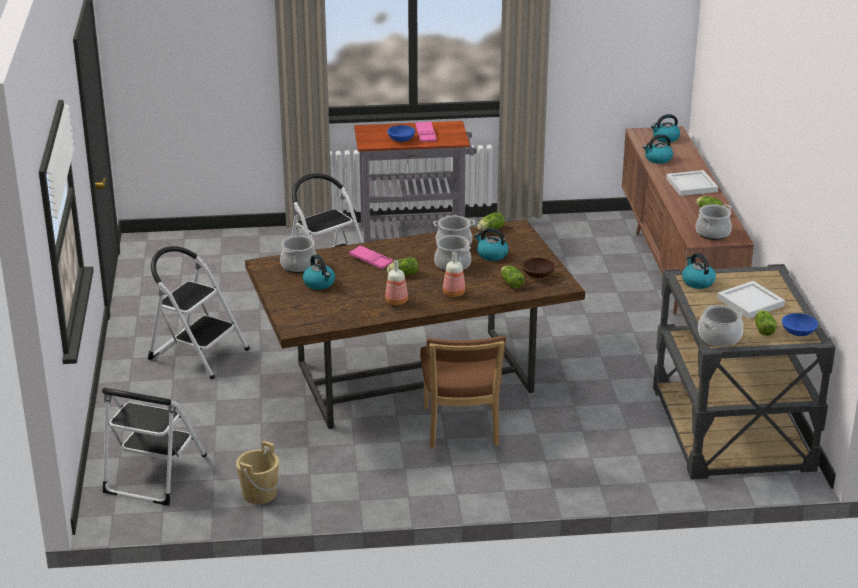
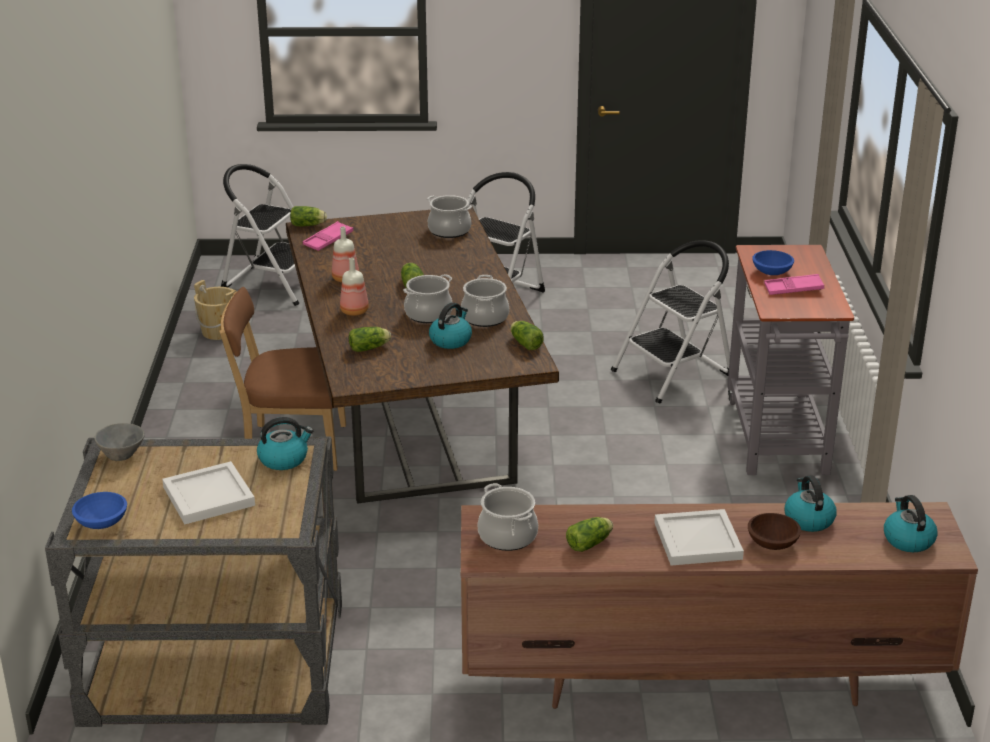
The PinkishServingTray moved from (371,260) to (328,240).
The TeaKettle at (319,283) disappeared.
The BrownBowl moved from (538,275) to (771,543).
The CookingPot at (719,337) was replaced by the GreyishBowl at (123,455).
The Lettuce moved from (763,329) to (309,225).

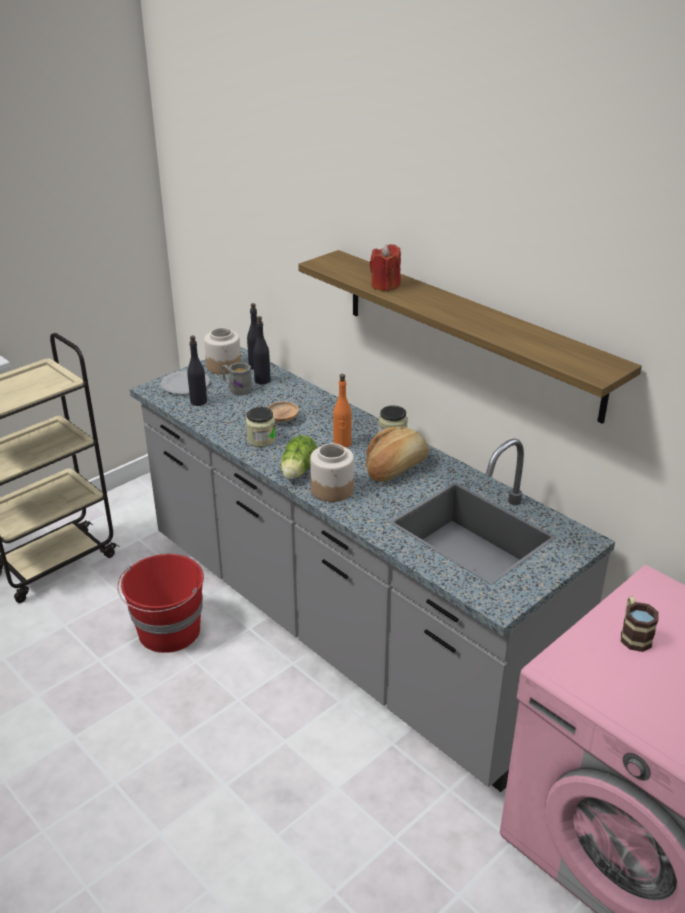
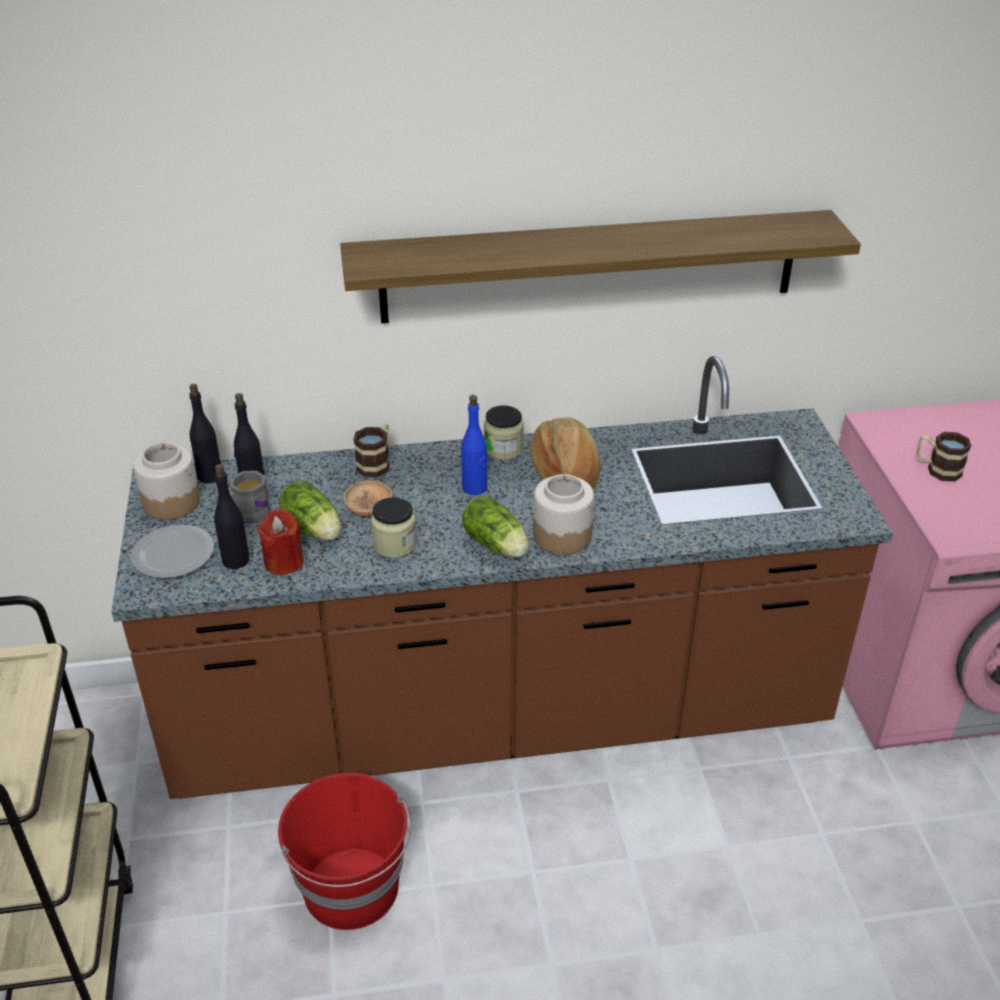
The ReddishCandle moved from (385,285) to (284,562).
The GreyishKitchenCounter at (342,628) became the BrownKitchenCounter at (500,718).
The OrangeDrinkBottle at (342,443) became the BluishDrinkBottle at (475,488).
The Mug at (377,463) appeared.
The Lettuce at (314,530) appeared.

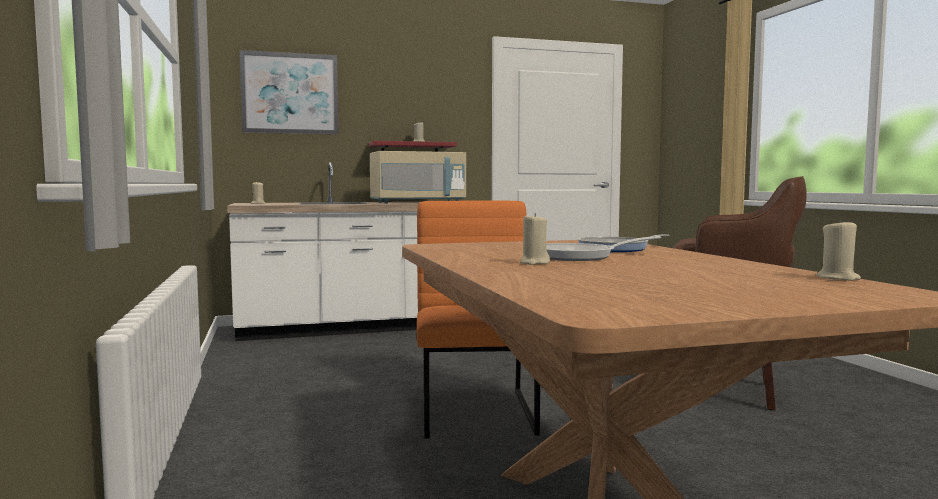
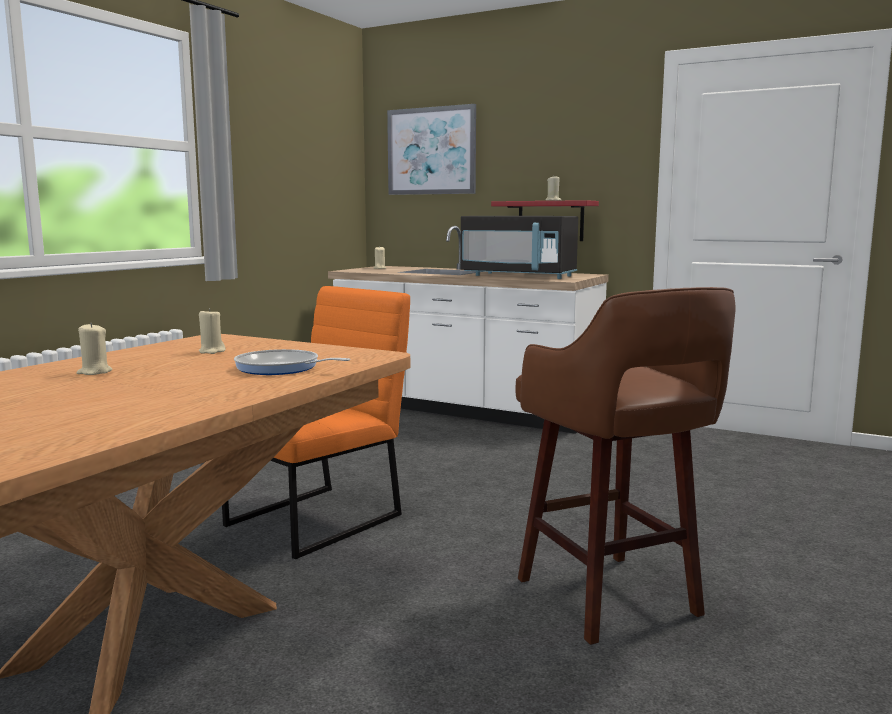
The SandColouredMicrowave at (418,202) became the BlackColouredMicrowave at (519,276).
The SandColouredCandle moved from (838,278) to (212,351).
The FryingPan at (581,257) disappeared.

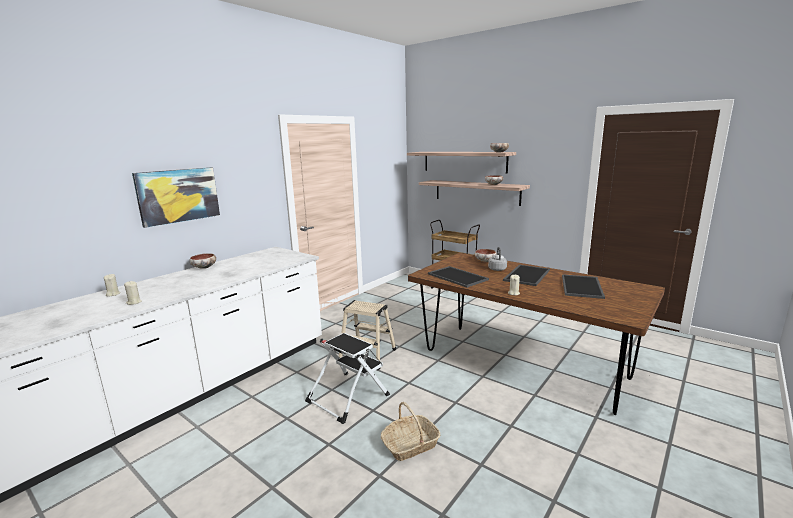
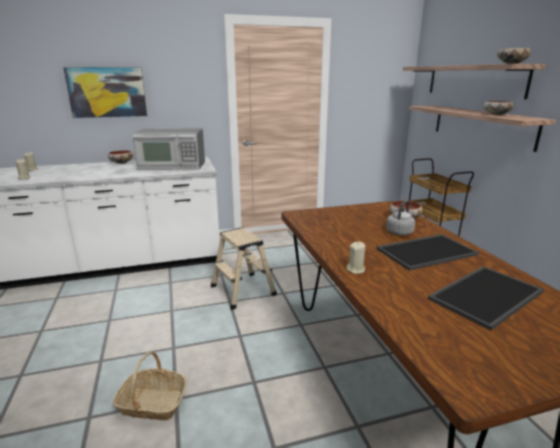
The ServingTray at (458,277) disappeared.
The Stepladder at (348,396) disappeared.
The Microwave at (172,166) appeared.

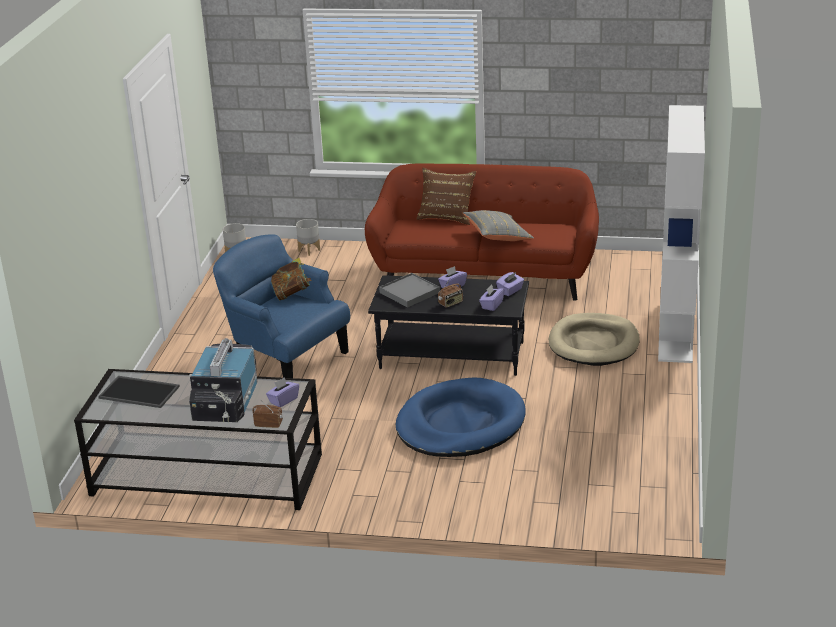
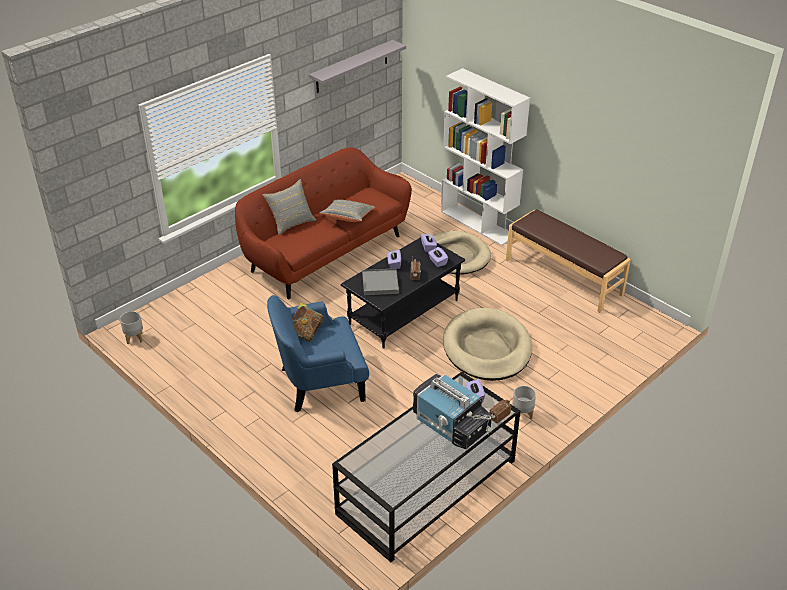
The BrownCushion at (446,216) became the GreyishCushion at (291,222).
The GreyishPlantPot moved from (309,250) to (522,414).
The ServingTray at (140,392) disappeared.
The BluishDogBed at (460,424) became the SandColouredDogBed at (487,348).
The GreyishShelf at (352,67) appeared.
The BrownBench at (564,276) appeared.

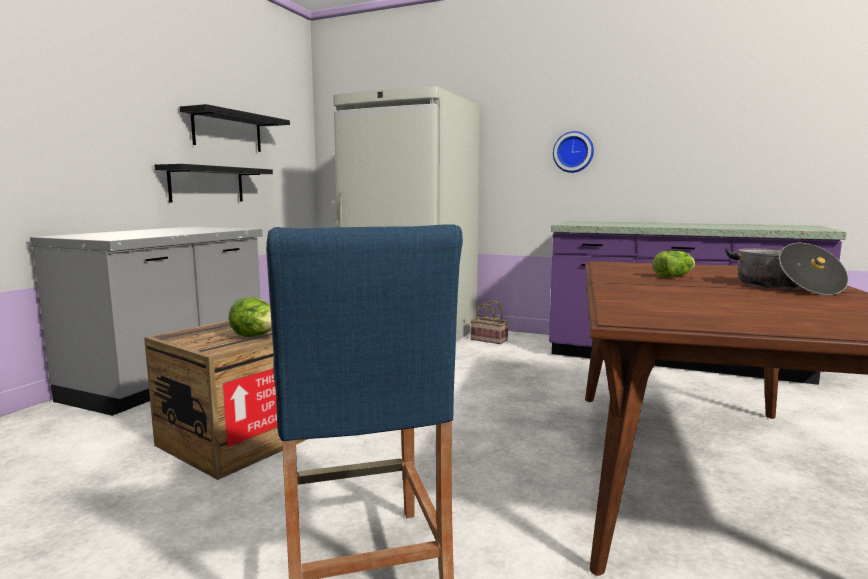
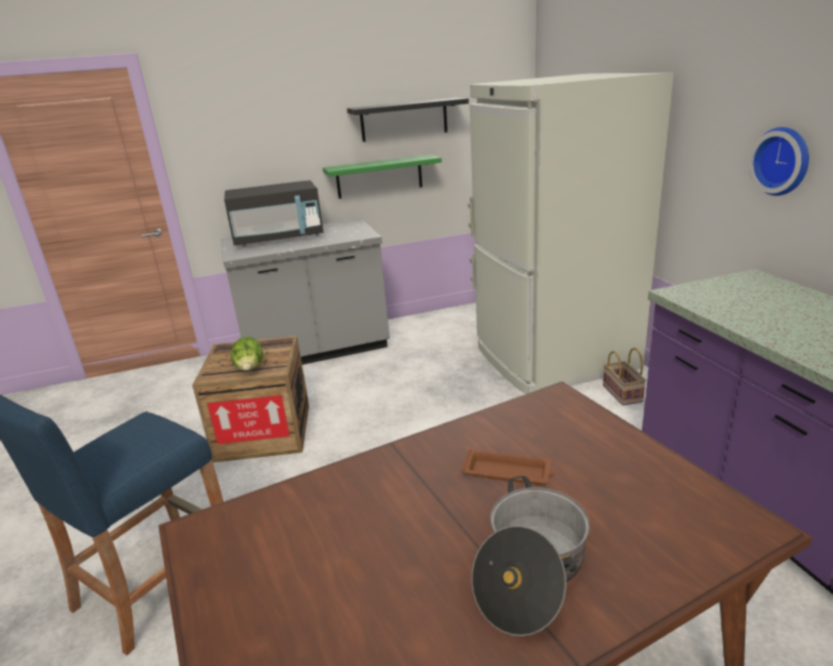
The BlackColouredShelf at (207,184) became the GreenColouredShelf at (379,176).
The Lettuce at (675,276) was replaced by the BrownServingTray at (508,472).
The BlackColouredMicrowave at (279,238) appeared.

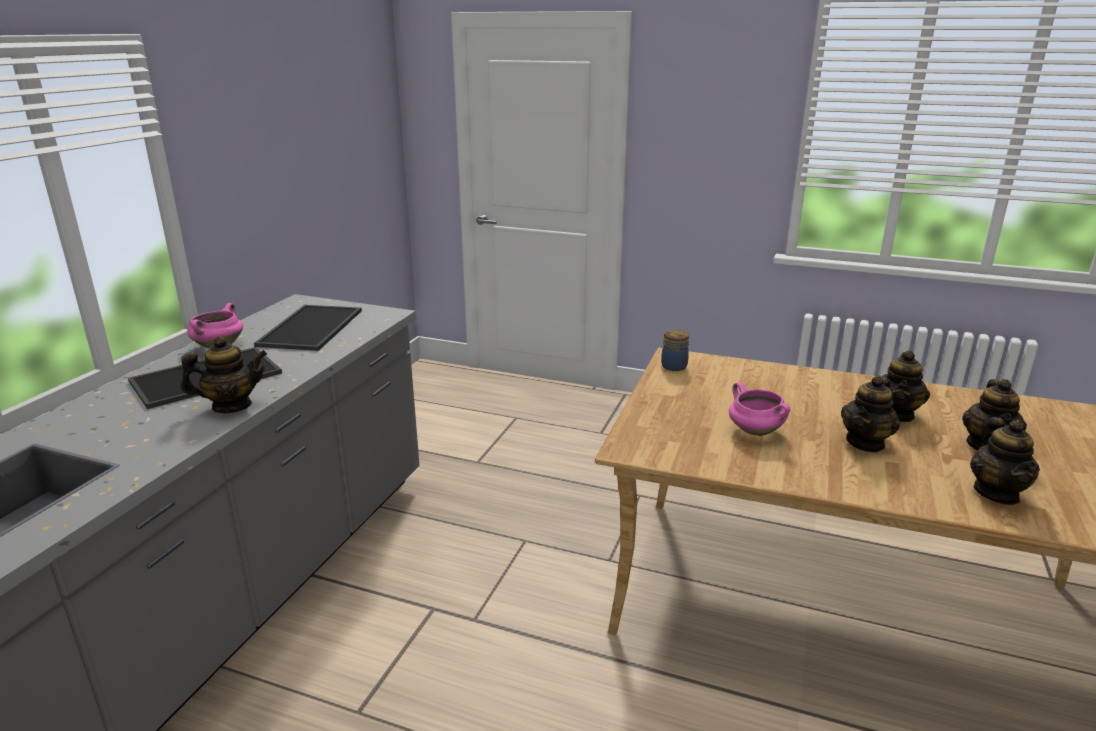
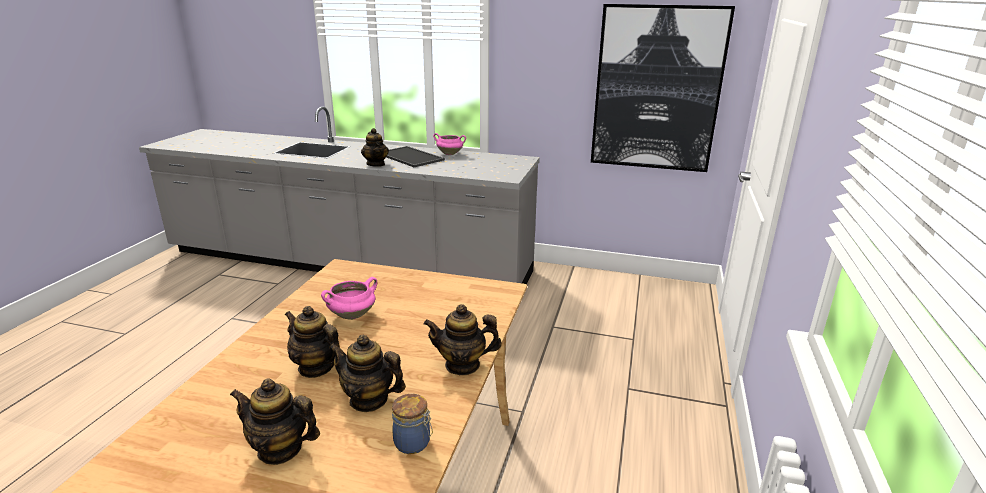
The ServingTray at (312,328) disappeared.
The PreserveJar moved from (674,366) to (413,443).
The PotForTea moved from (997,493) to (462,365).
The Picture at (657,89) appeared.

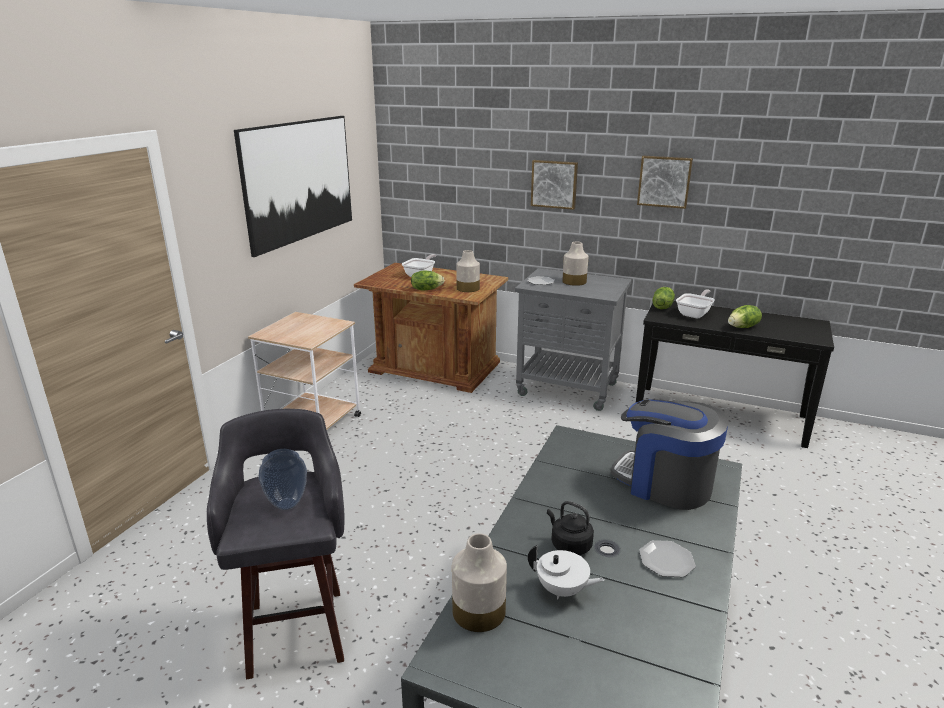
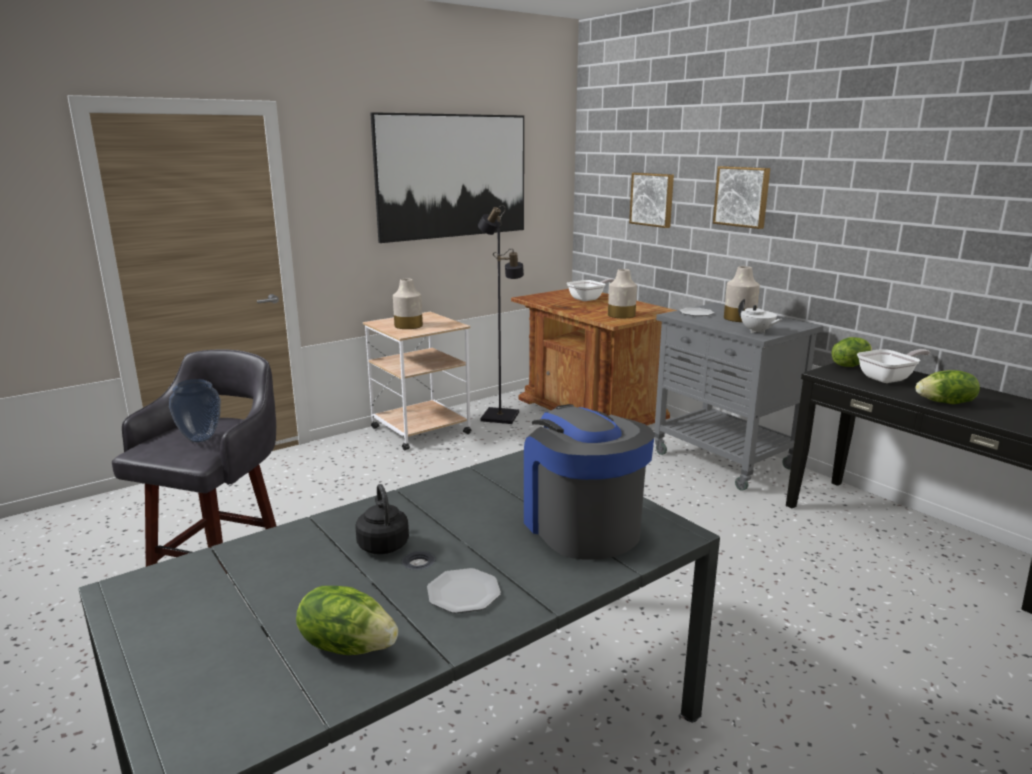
The Picture moved from (664,181) to (652,199).
The Lettuce moved from (426,289) to (348,645).
The SandColouredDecorativeVase moved from (479,611) to (408,325).
The WhiteColouredPotForTea moved from (562,590) to (757,331).
The BlackColouredStandingLamp at (500,417) appeared.

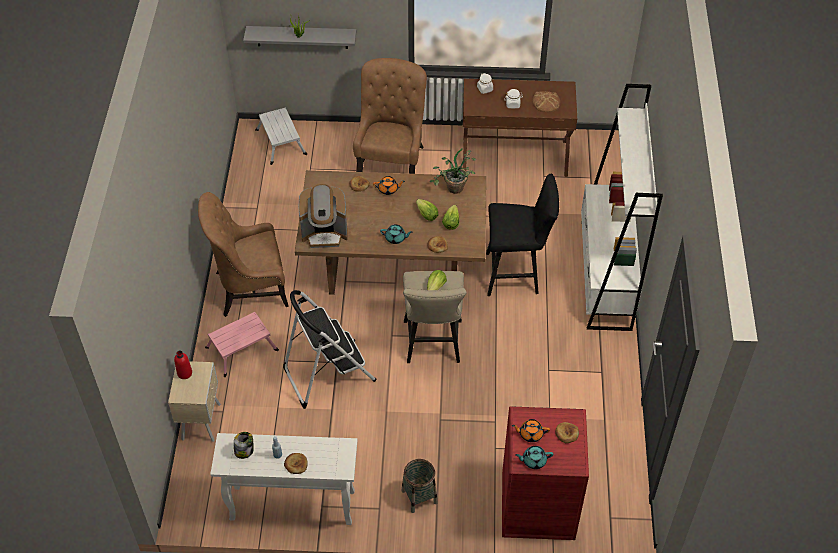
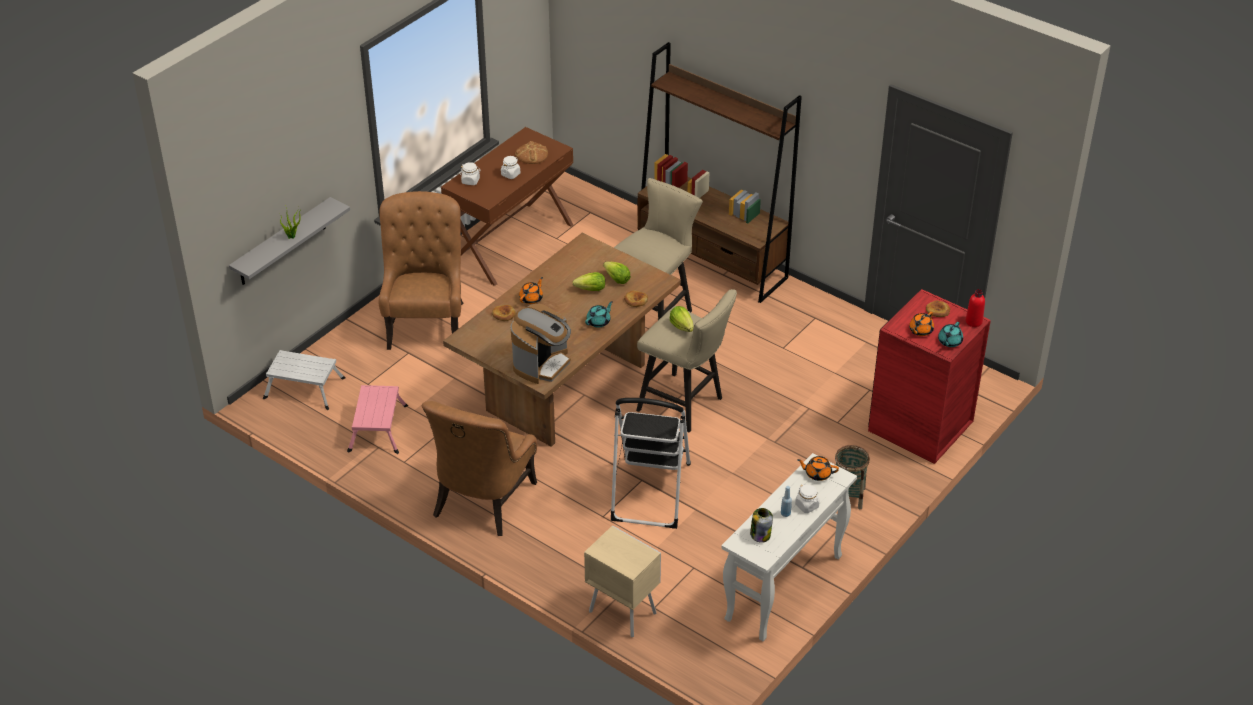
The BrownUprightChair at (391,163) turned 45 degrees clockwise.
The WhiteColouredBookcase at (605,275) became the BrownBookcase at (712,261).
The PottedPlant at (453,191) disappeared.
The BlackColouredSittingStool at (517,274) became the SandColouredSittingStool at (655,312).
The PinkishStepladder moved from (242,348) to (378,428).
The ReddishDrinkBottle moved from (184,373) to (973,322).
The BakedBread at (296,464) was replaced by the WhiteColouredPreserveJar at (807,506).
The OrangePotForTea at (817,474) appeared.

